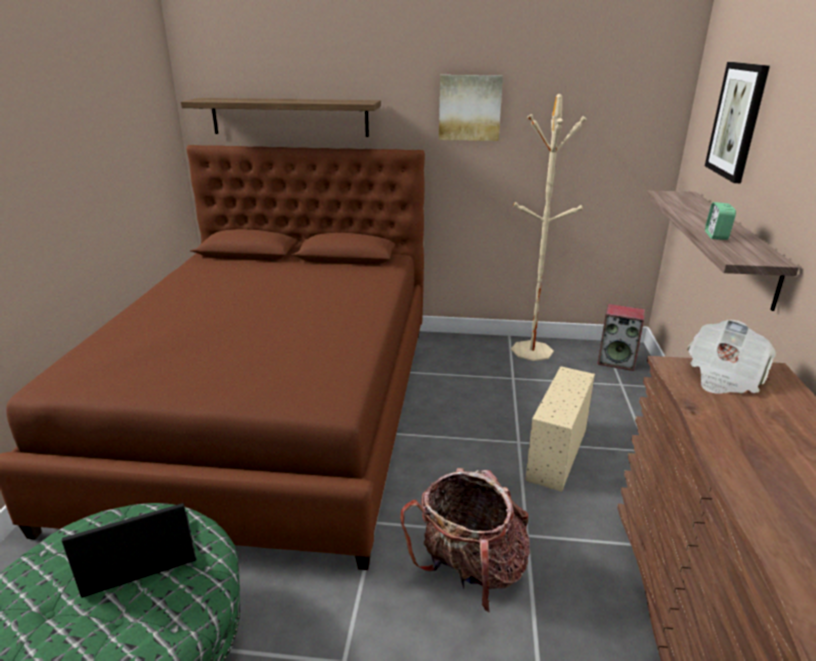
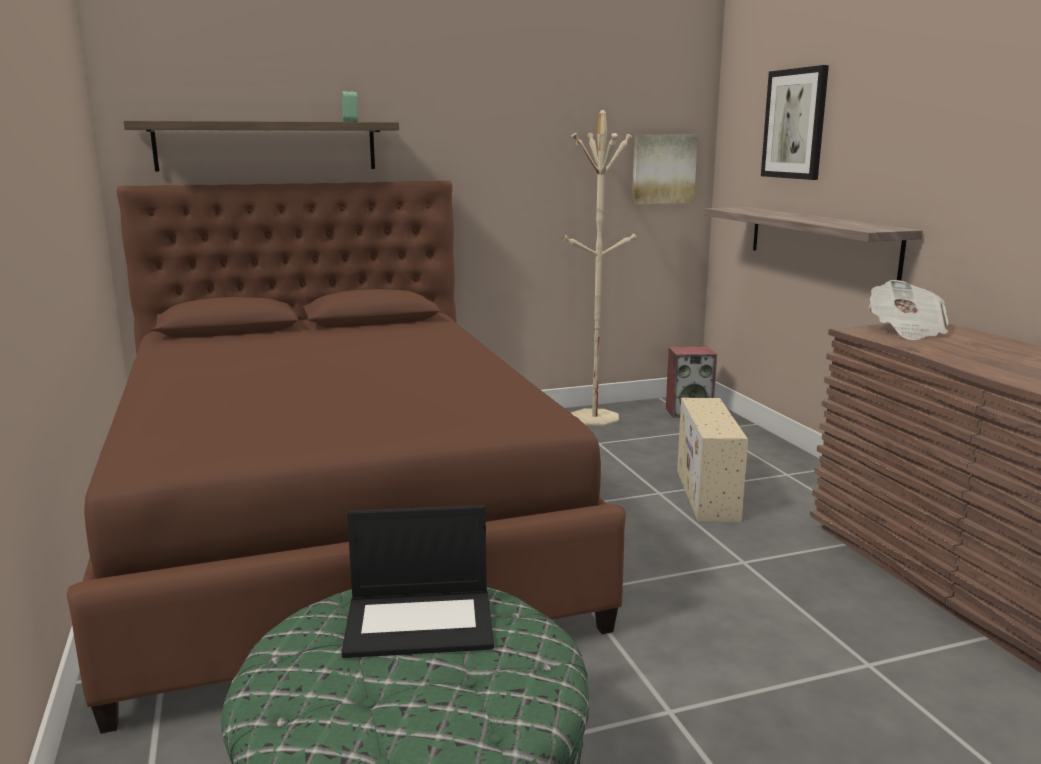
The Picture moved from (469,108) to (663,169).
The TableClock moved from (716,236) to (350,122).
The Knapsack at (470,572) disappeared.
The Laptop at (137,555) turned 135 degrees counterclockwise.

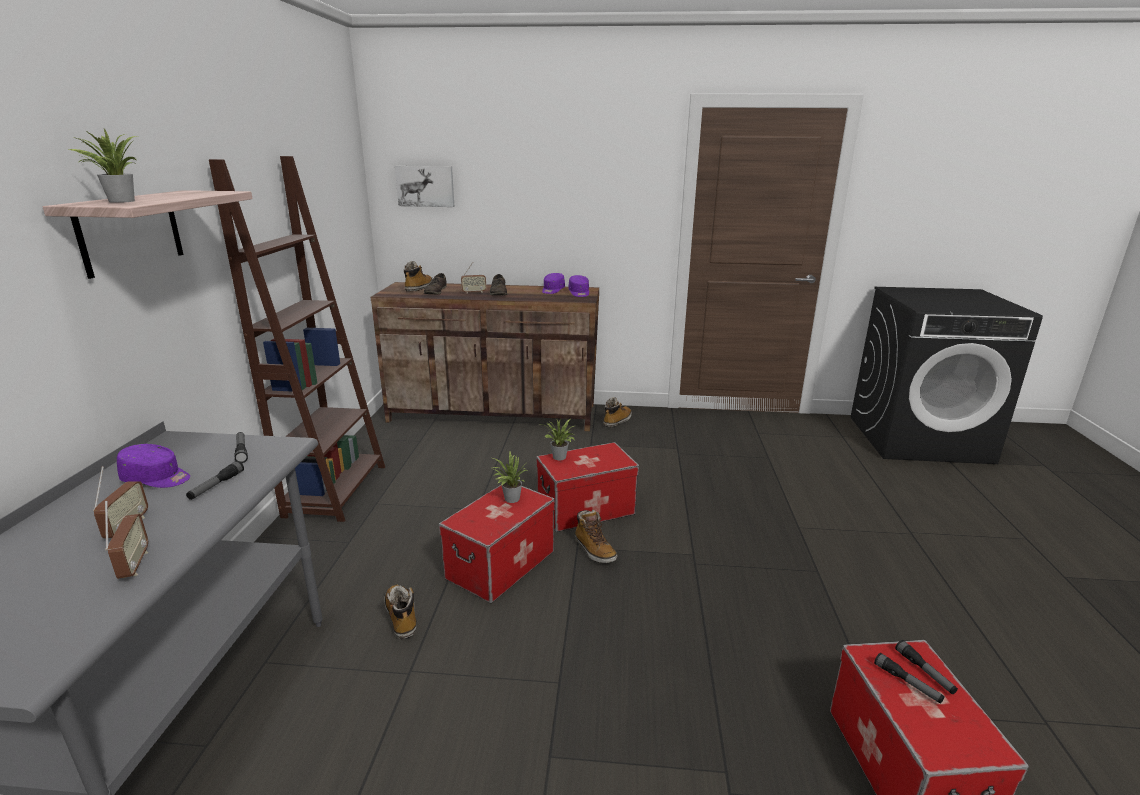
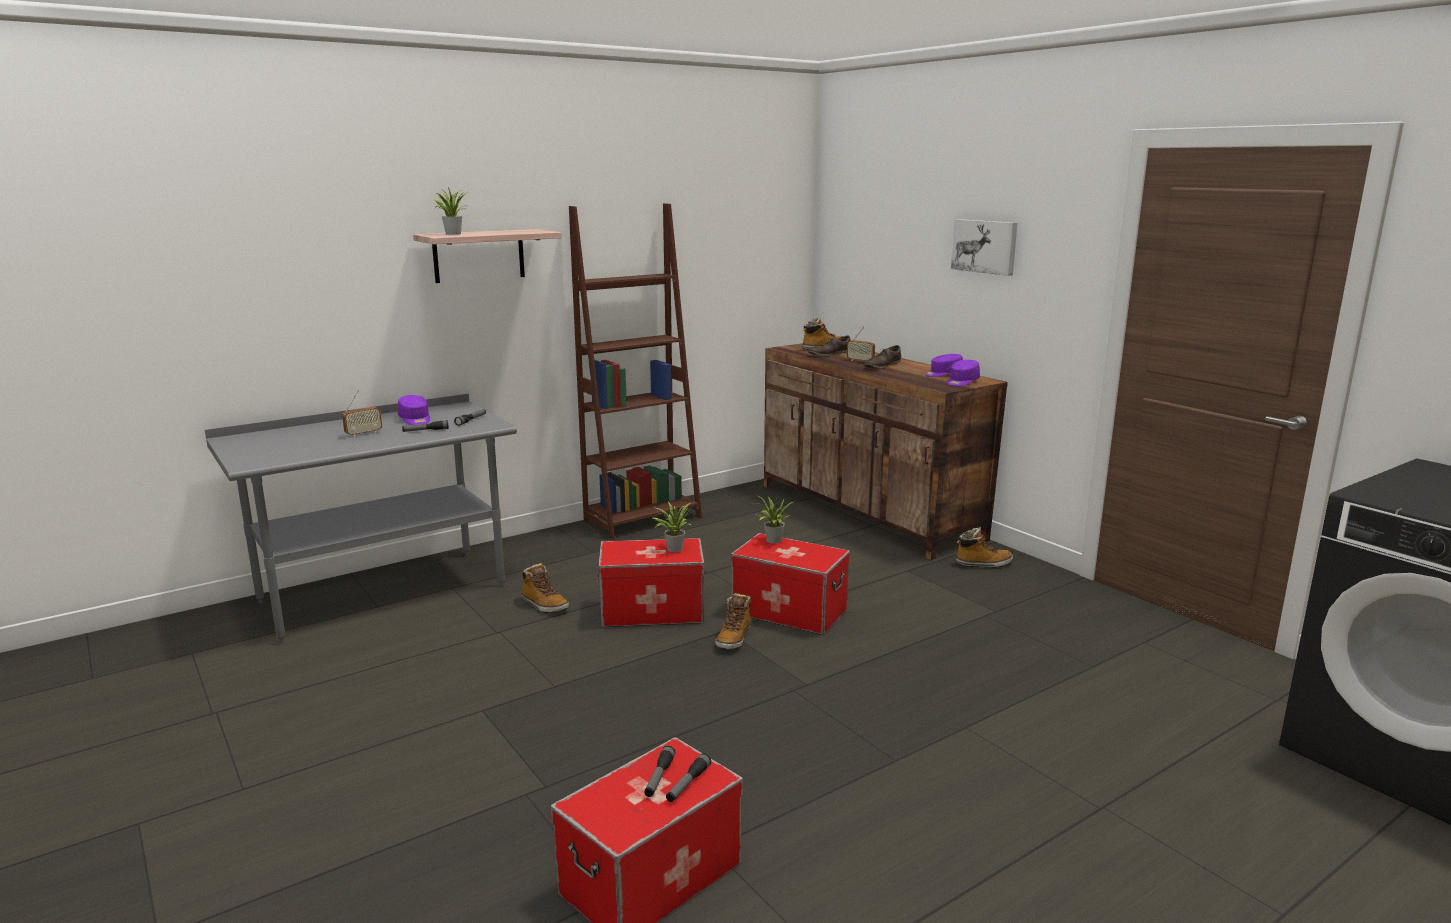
The Picture moved from (425,186) to (985,246).
The RadioReceiver at (134,565) disappeared.
The TallBoot at (402,617) turned 105 degrees clockwise.

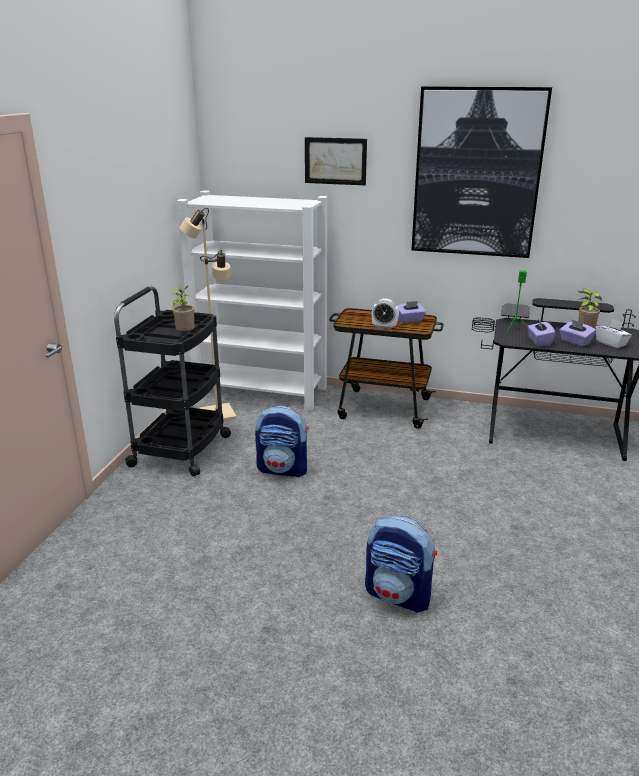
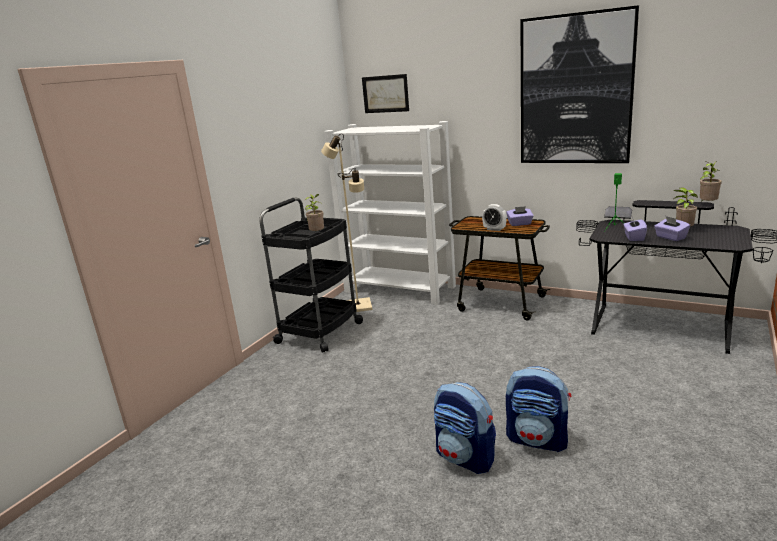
The Picture moved from (335,161) to (385,94).
The WhiteColouredTissueBox at (611,343) disappeared.
The Knapsack moved from (283,469) to (538,440).
The PottedPlant at (707,204) appeared.

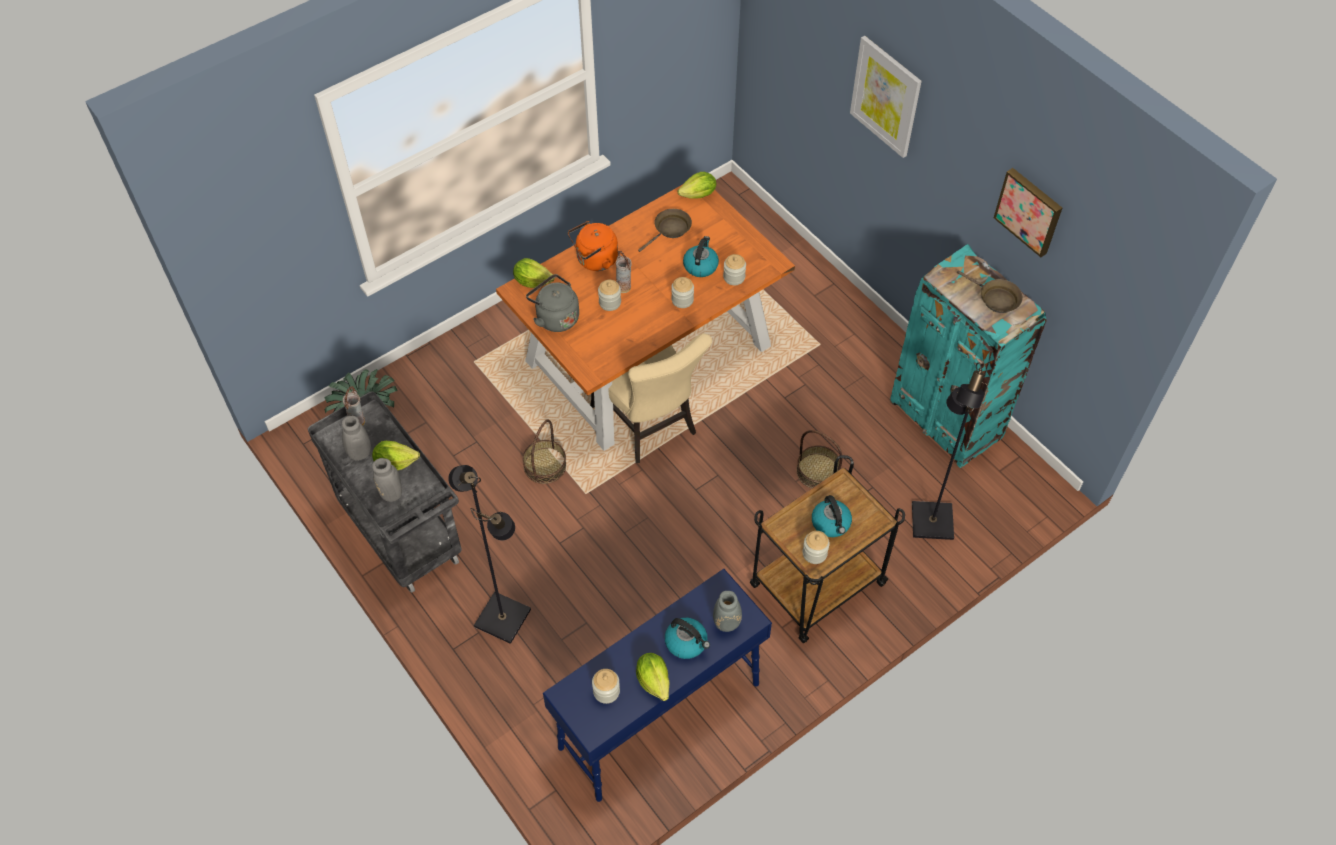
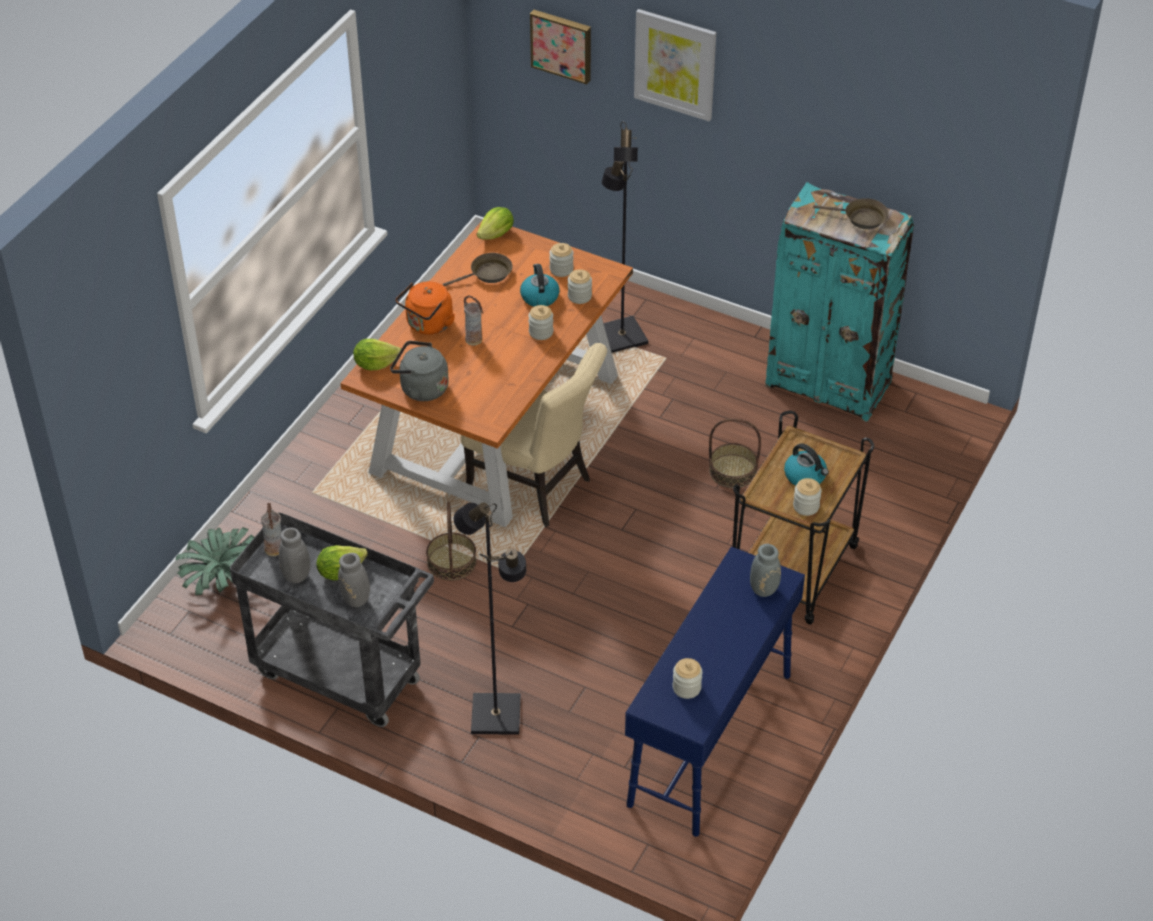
The Picture moved from (1029,211) to (562,45).
The BrownFryingPan at (670,230) turned 45 degrees clockwise.
The PreserveJar moved from (610,302) to (561,269).
The BlackColouredStandingLamp moved from (932,521) to (622,335).
The TeaKettle at (687,642) disappeared.
The Lettuce at (654,681) disappeared.

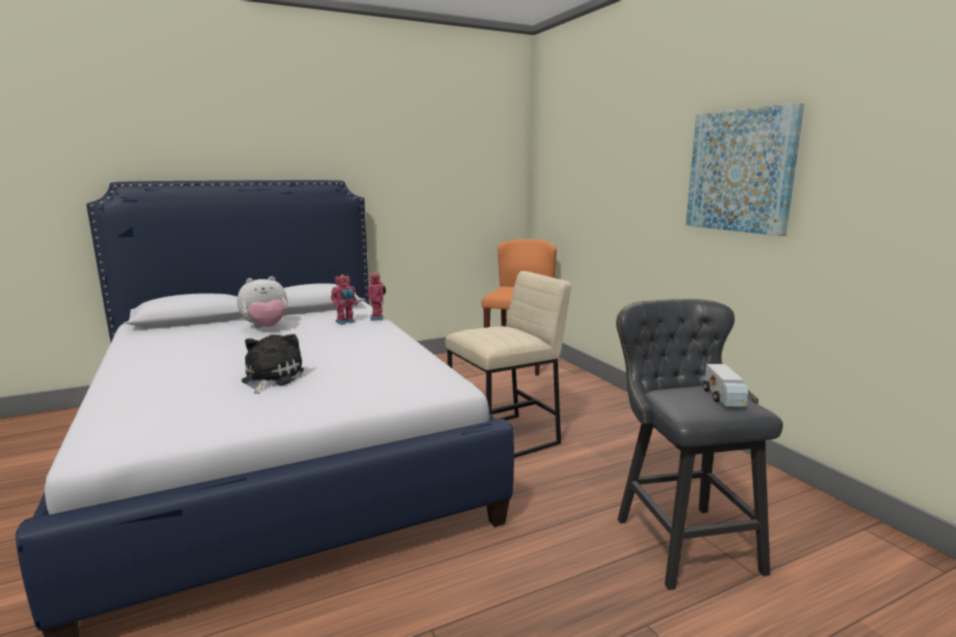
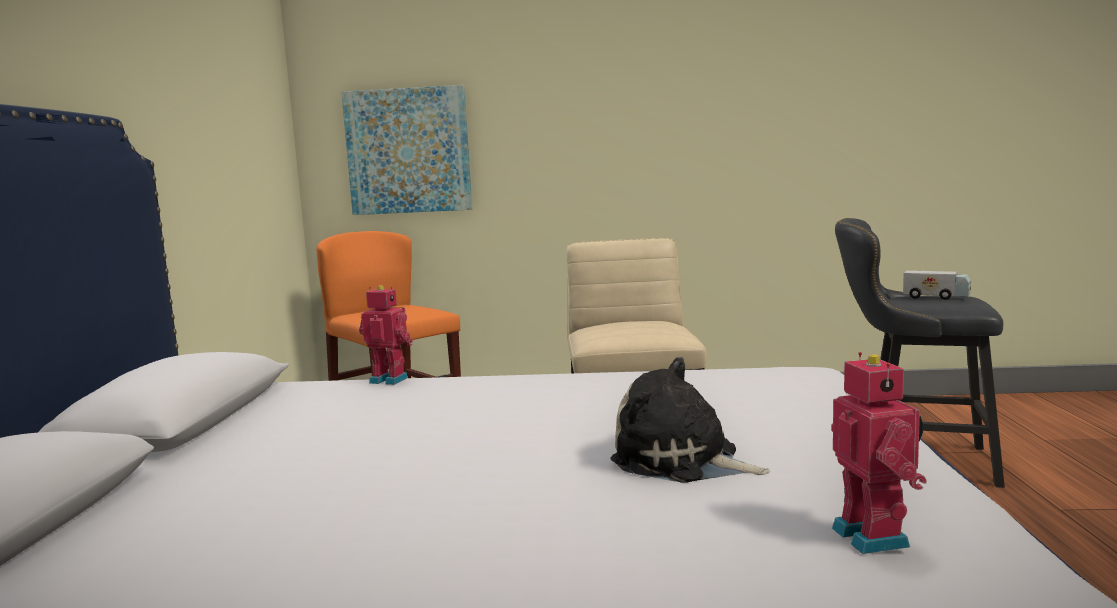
The Picture moved from (741,171) to (408,151).
The ModelRobot moved from (345,322) to (874,536).
The CuddlyToy at (266,328) disappeared.

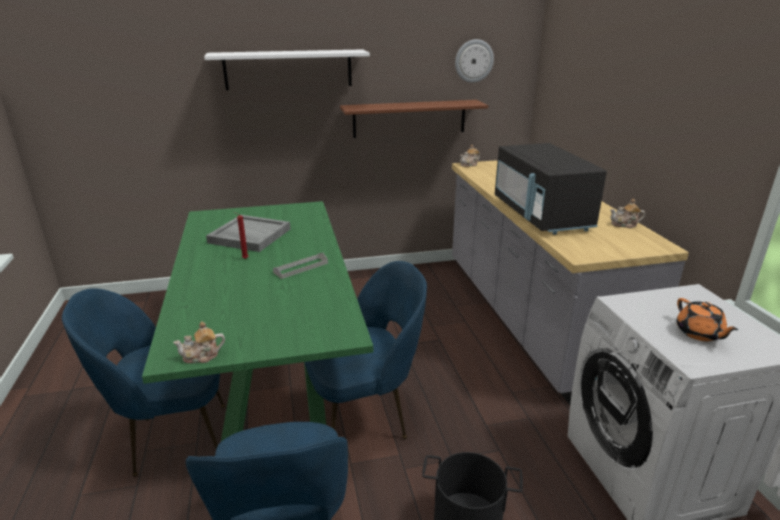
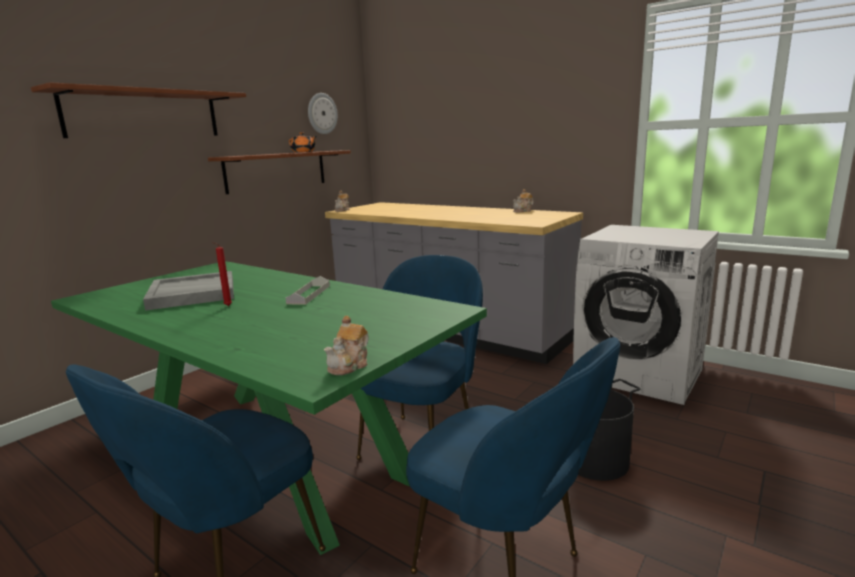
The WhiteColouredShelf at (288,69) became the BrownShelf at (144,114).
The BlackColouredMicrowave at (541,215) disappeared.
The OrangePotForTea moved from (699,333) to (303,152).

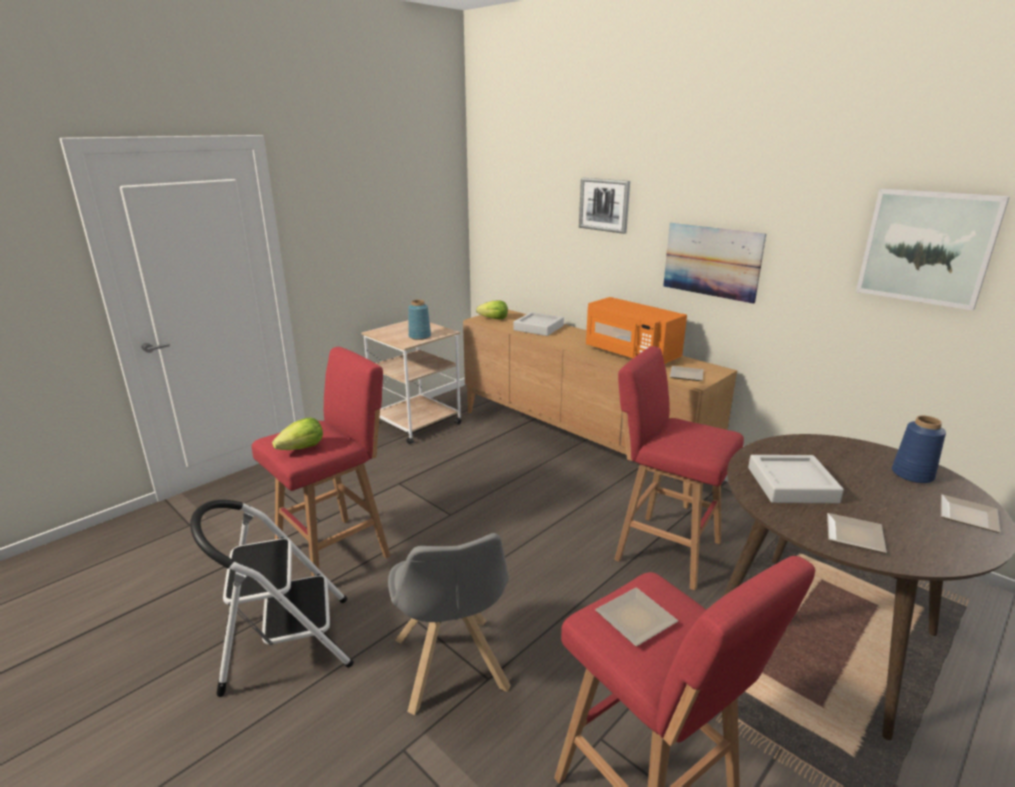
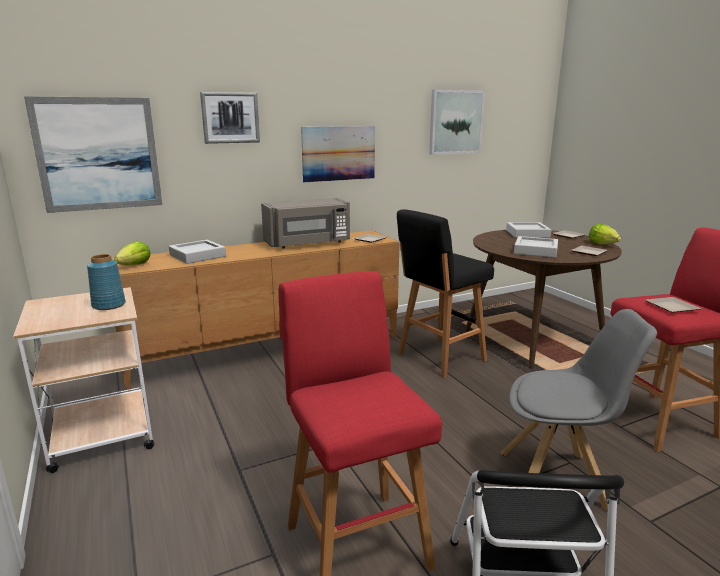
The OrangeMicrowave at (630,353) became the GreyishMicrowave at (308,243).
The ReddishSittingStool at (664,549) became the BlackColouredSittingStool at (439,358).
The BluishDecorativeVase at (911,474) was replaced by the GreyishServingTray at (527,234).
The Lettuce moved from (302,448) to (602,244).
The Picture at (98,154) appeared.

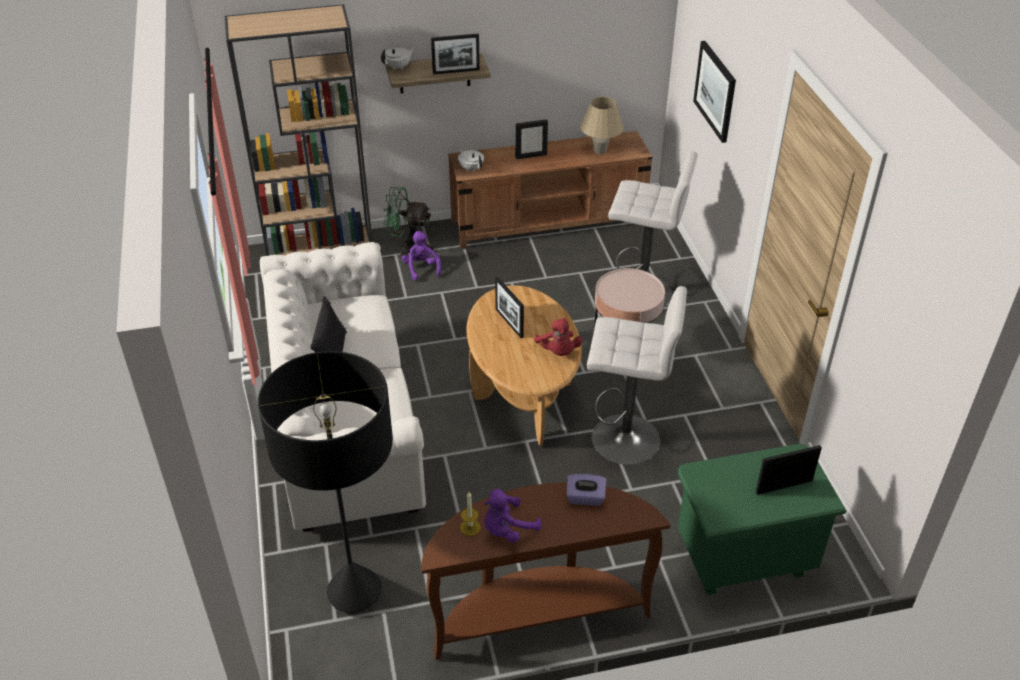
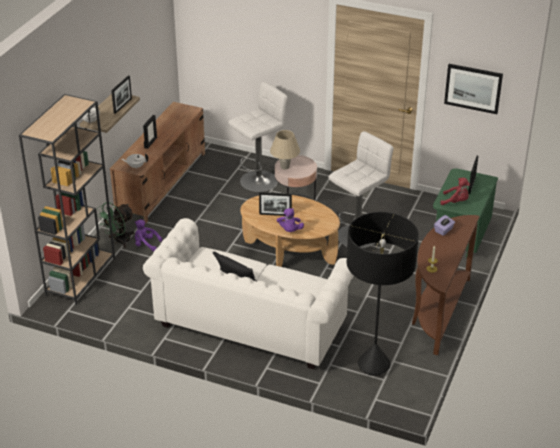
The Picture moved from (715,91) to (473,88).
The SandColouredTabletopLamp moved from (600,150) to (285,167).
The ReddishCuddlyToy moved from (558,352) to (456,201).
The PurpleColouredCuddlyToy moved from (507,529) to (290,230).

